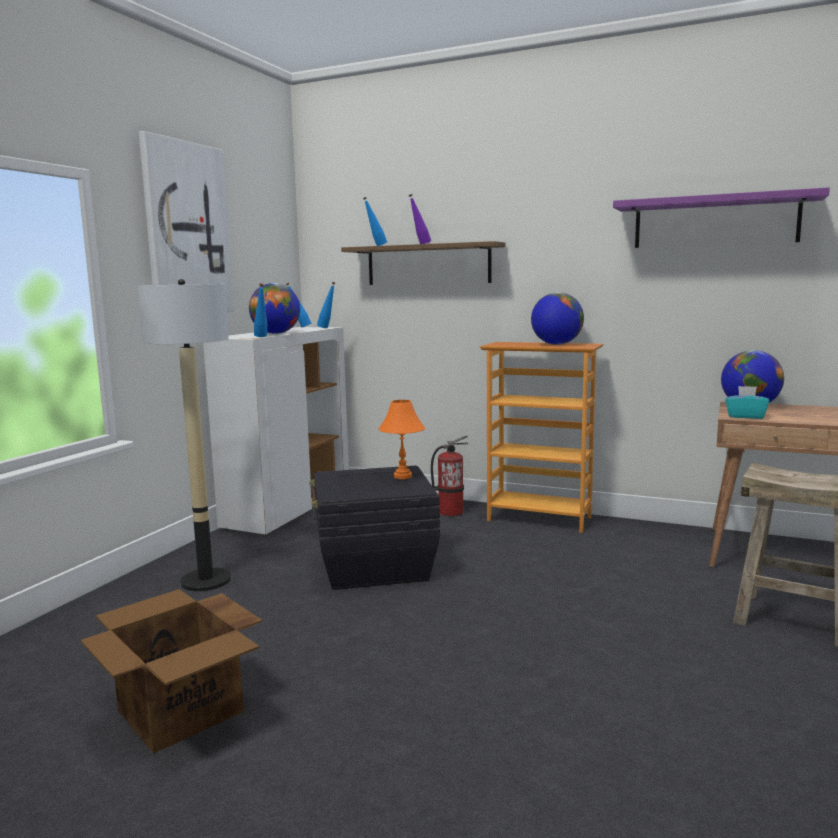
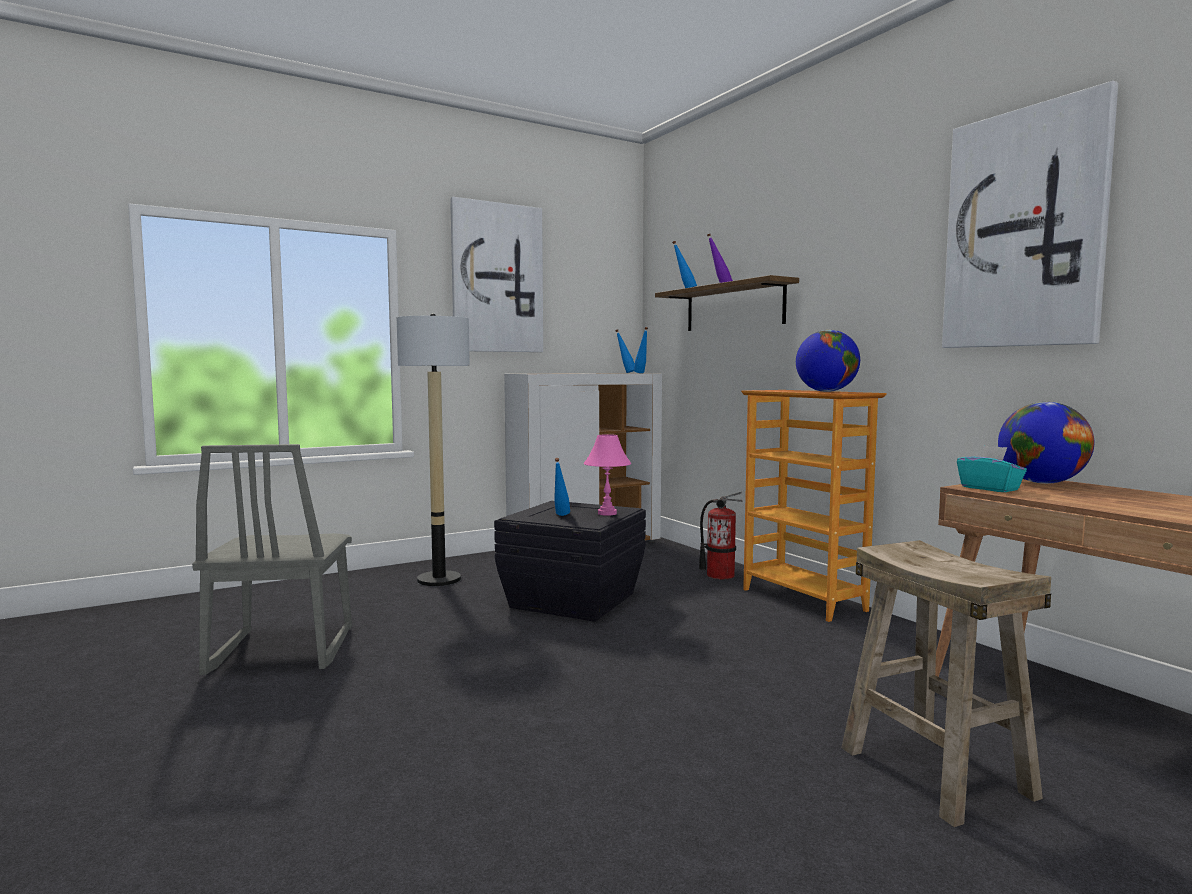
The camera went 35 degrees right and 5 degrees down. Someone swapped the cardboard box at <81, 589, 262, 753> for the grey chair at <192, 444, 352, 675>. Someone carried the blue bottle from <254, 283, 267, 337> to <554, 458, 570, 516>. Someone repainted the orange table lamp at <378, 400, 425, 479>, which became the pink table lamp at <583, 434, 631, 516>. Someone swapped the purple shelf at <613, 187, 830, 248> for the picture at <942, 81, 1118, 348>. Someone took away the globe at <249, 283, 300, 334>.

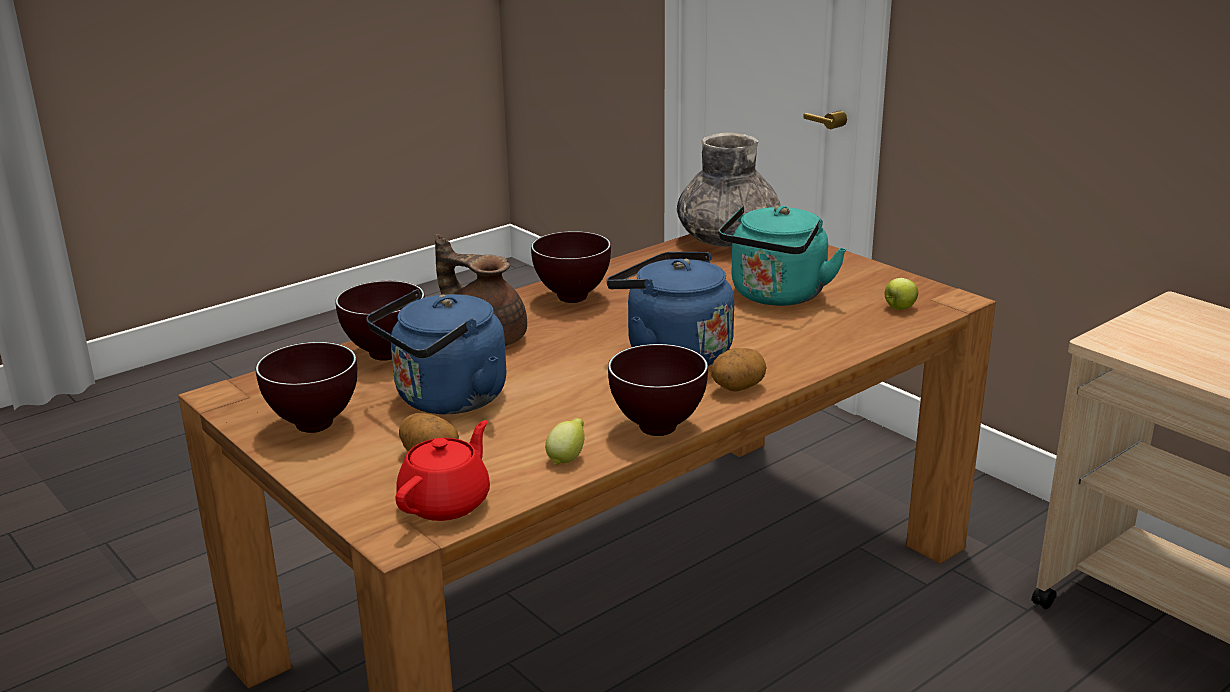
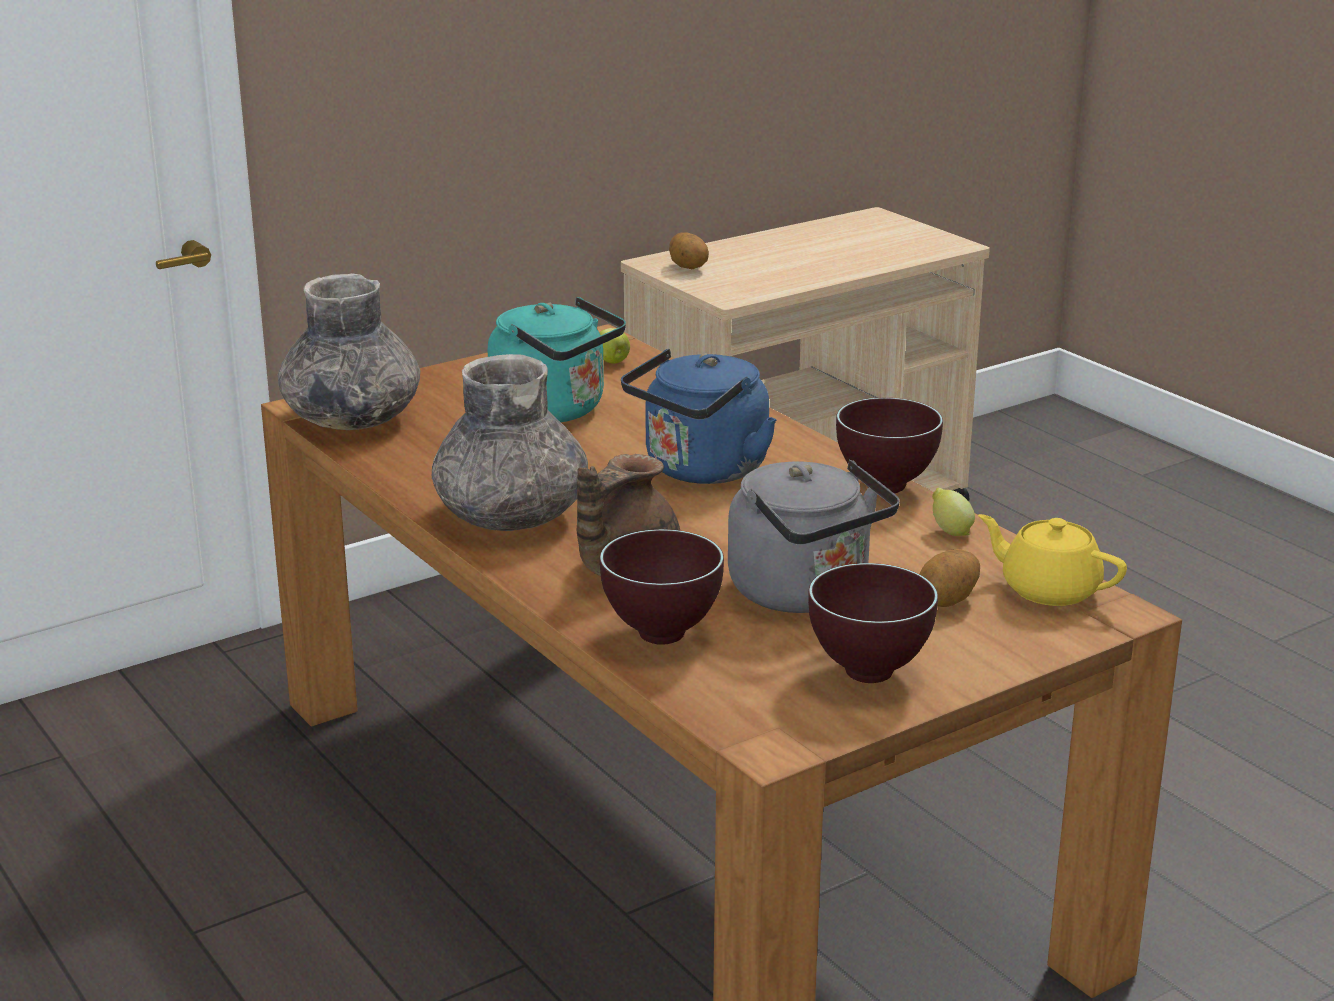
The camera went 85 degrees left and 0 degrees up. Someone swapped the brown bowl at <531, 231, 611, 303> for the grey vase at <432, 354, 588, 531>. Someone carried the potato from <711, 348, 766, 392> to <669, 232, 709, 270>. Someone repainted the blue kettle at <366, 289, 507, 414>, which became the grey kettle at <728, 460, 899, 613>. Someone repainted the red teapot at <395, 420, 490, 521>, which became the yellow teapot at <978, 514, 1127, 606>.

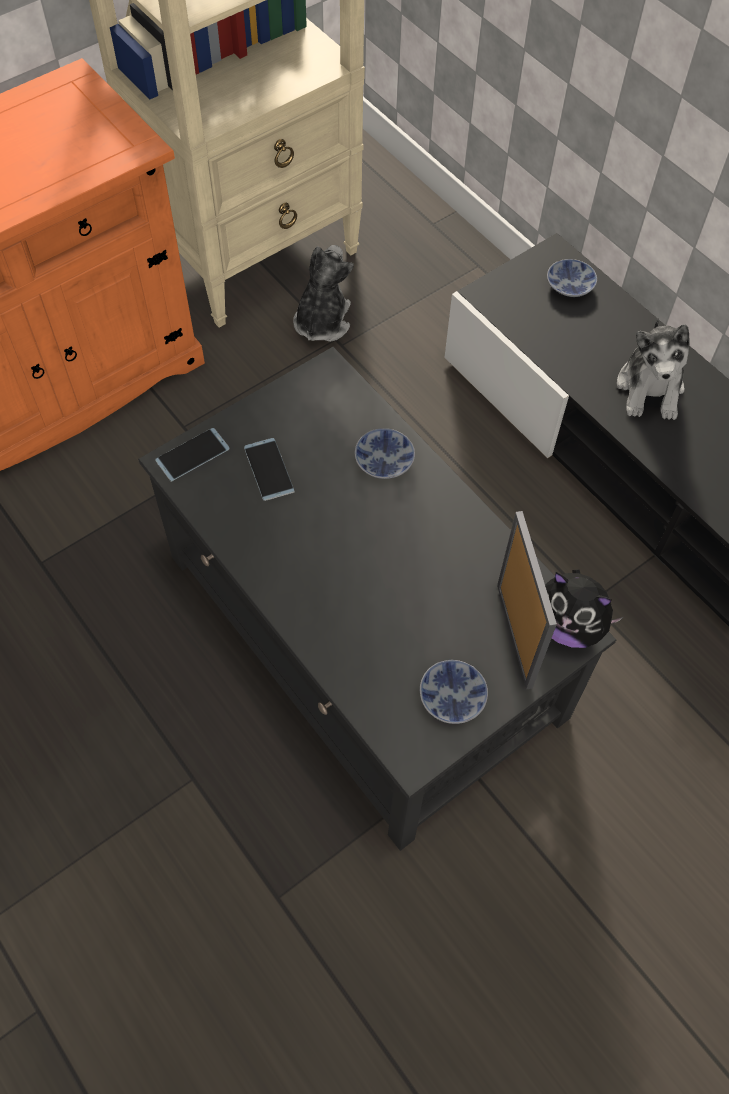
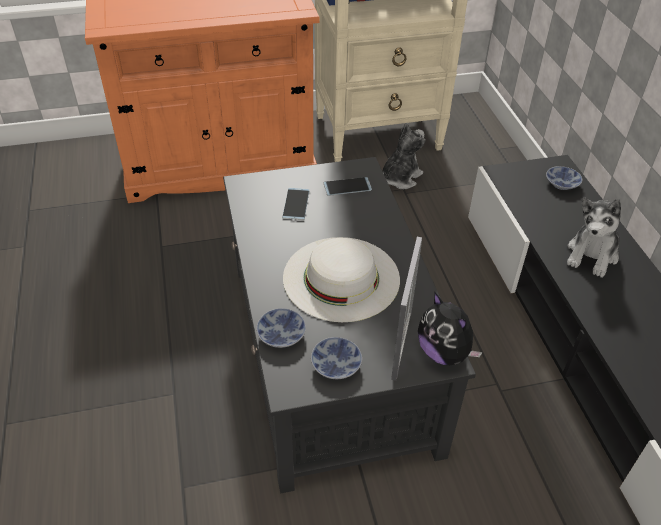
The camera went 25 degrees right and 15 degrees down. Someone carried the bowl from <355, 428, 415, 479> to <256, 308, 306, 348>. Someone put down the white hat at <283, 237, 400, 322>. Someone carried the phone from <155, 428, 230, 482> to <324, 177, 372, 196>.

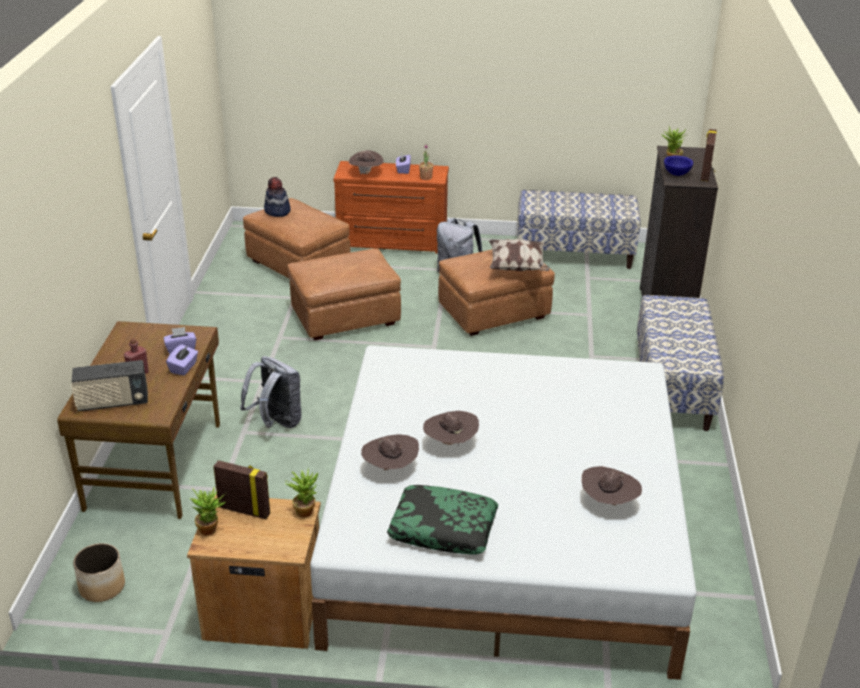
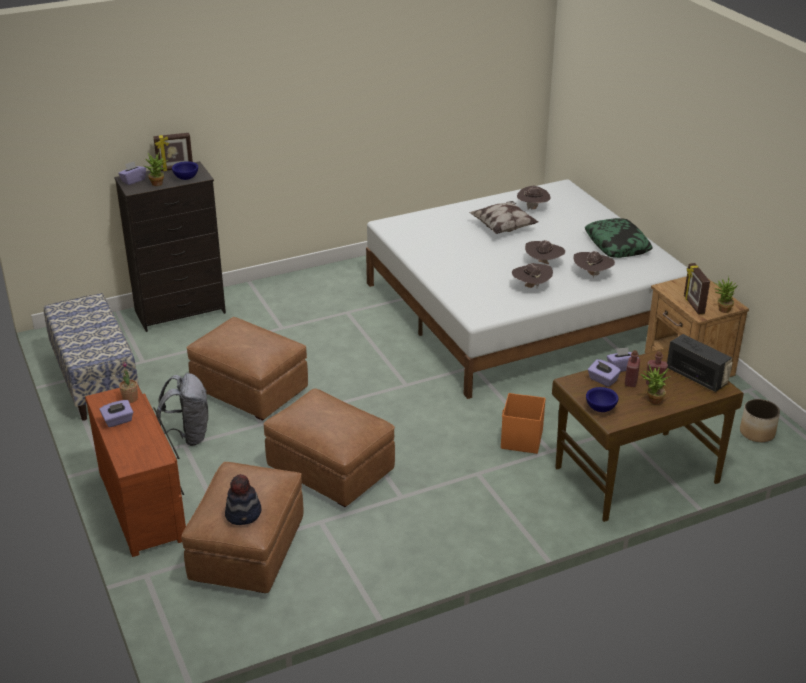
The camera went 120 degrees left and 0 degrees up. Someone put down the purple tissue box at <118, 161, 146, 185>. Someone carried the pillow from <489, 239, 550, 271> to <469, 201, 539, 234>. Someone swapped the grey backpack at <240, 356, 301, 428> for the orange storage box at <501, 393, 546, 454>. Someone carried the brown hat from <349, 150, 383, 175> to <512, 263, 553, 288>. Someone put down the blue bowl at <586, 387, 619, 412>. Someone put down the red bottle at <625, 350, 640, 387>. Someone carried the potted plant from <285, 467, 318, 518> to <641, 364, 669, 404>. Someone took away the bench at <637, 295, 724, 431>.

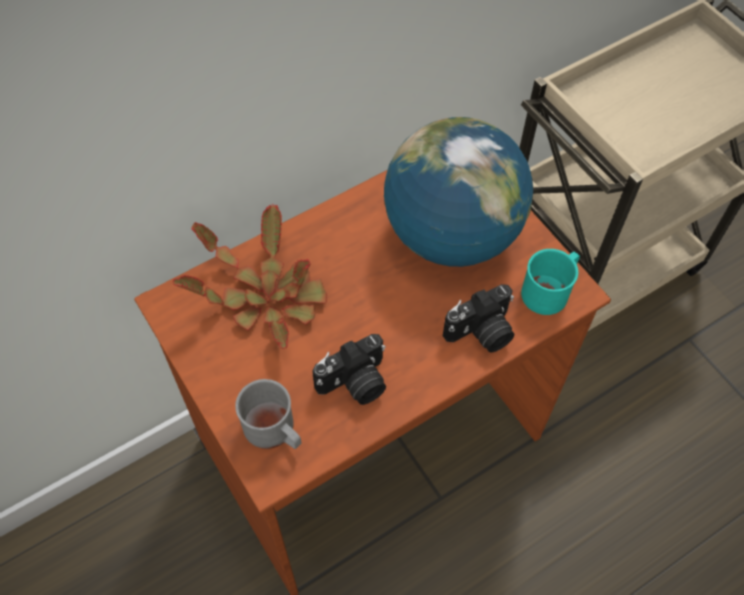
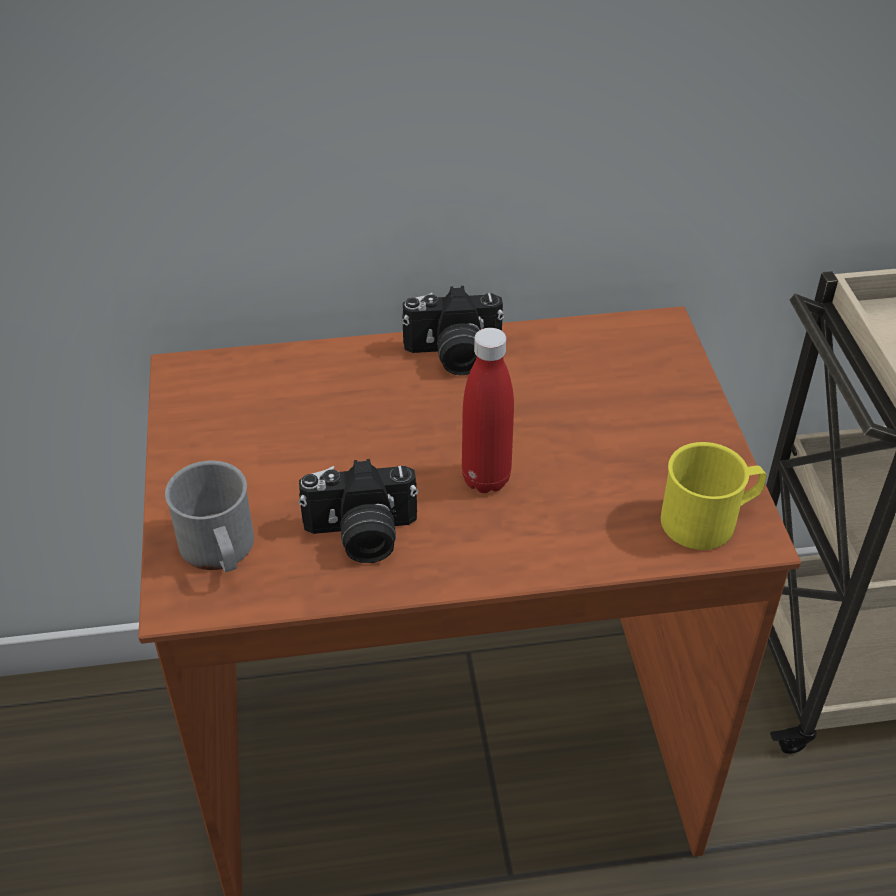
The camera went 25 degrees right and 15 degrees down. Someone carried the photo camera from <443, 284, 514, 352> to <402, 286, 505, 375>. Someone put down the red bottle at <462, 328, 514, 493>. Someone repainted the turquoise mug at <521, 249, 580, 315>, which became the yellow mug at <661, 442, 767, 550>. Someone took away the potted plant at <173, 204, 327, 349>. Someone took away the globe at <384, 117, 533, 267>.

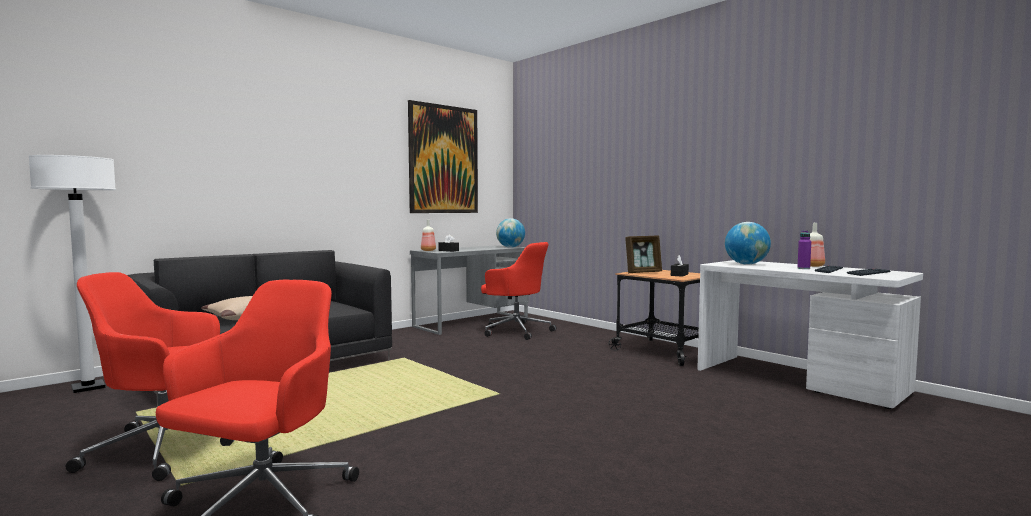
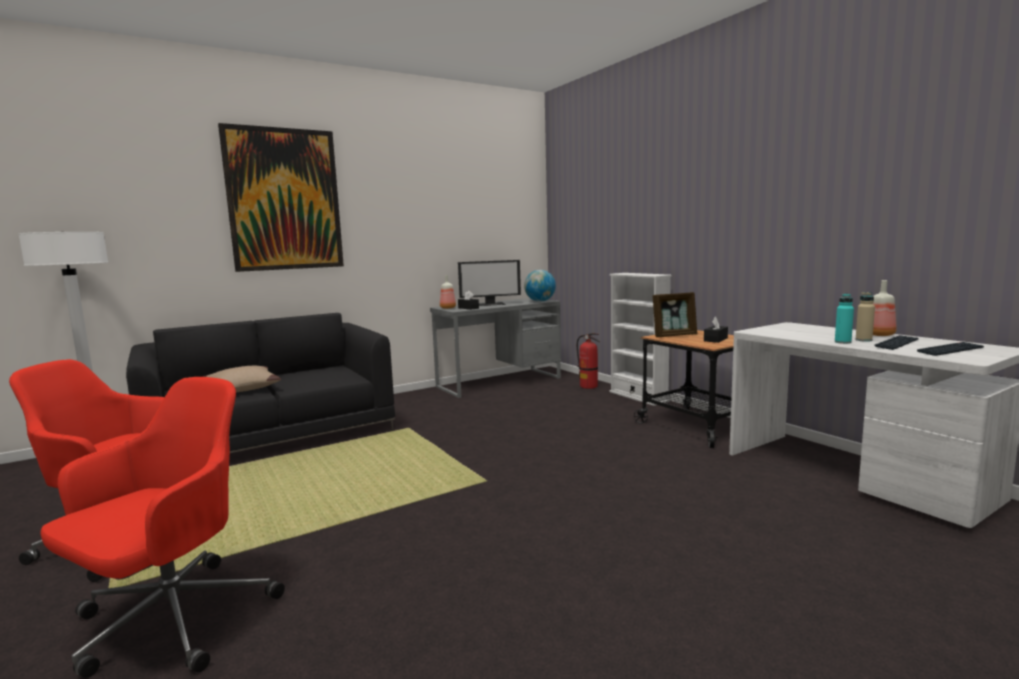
The camera went 10 degrees right and 5 degrees up. Someone carried the picture from <408, 100, 478, 213> to <218, 123, 344, 272>. Someone put down the monitor at <458, 260, 521, 306>. Someone put down the fire extinguisher at <577, 333, 600, 389>. Someone put down the white bookcase at <609, 273, 672, 406>. Someone put down the turquoise bottle at <835, 294, 854, 344>. Someone repainted the purple bottle at <797, 230, 811, 269>, which became the beige bottle at <855, 292, 875, 342>. Someone took away the red office chair at <481, 242, 557, 340>. Someone took away the globe at <725, 222, 771, 265>.

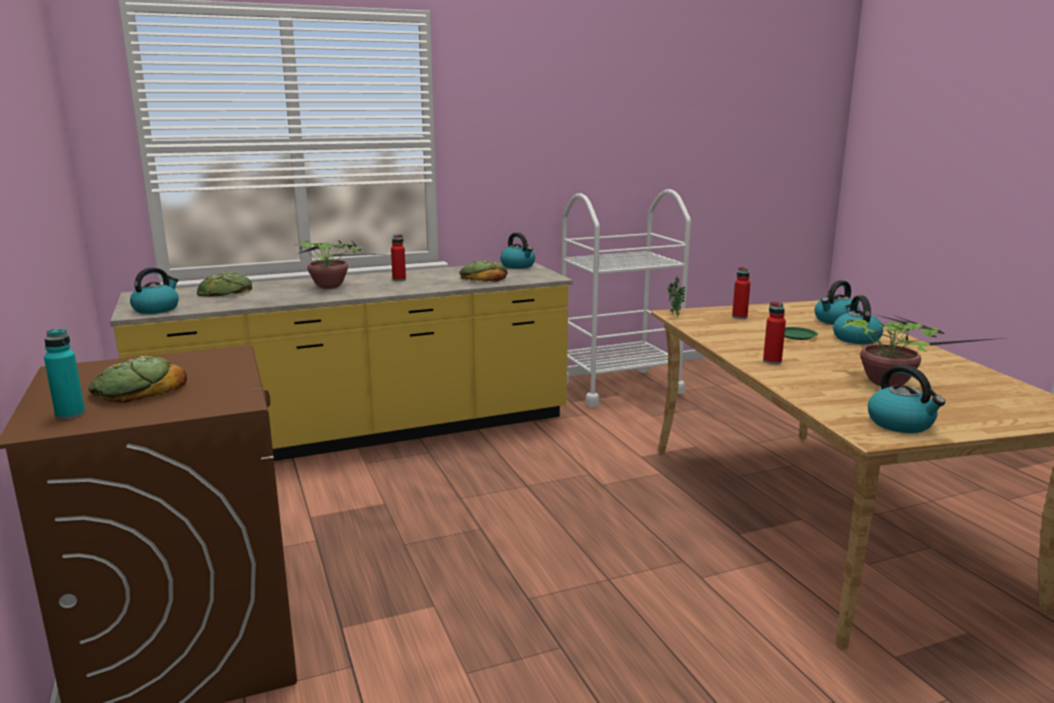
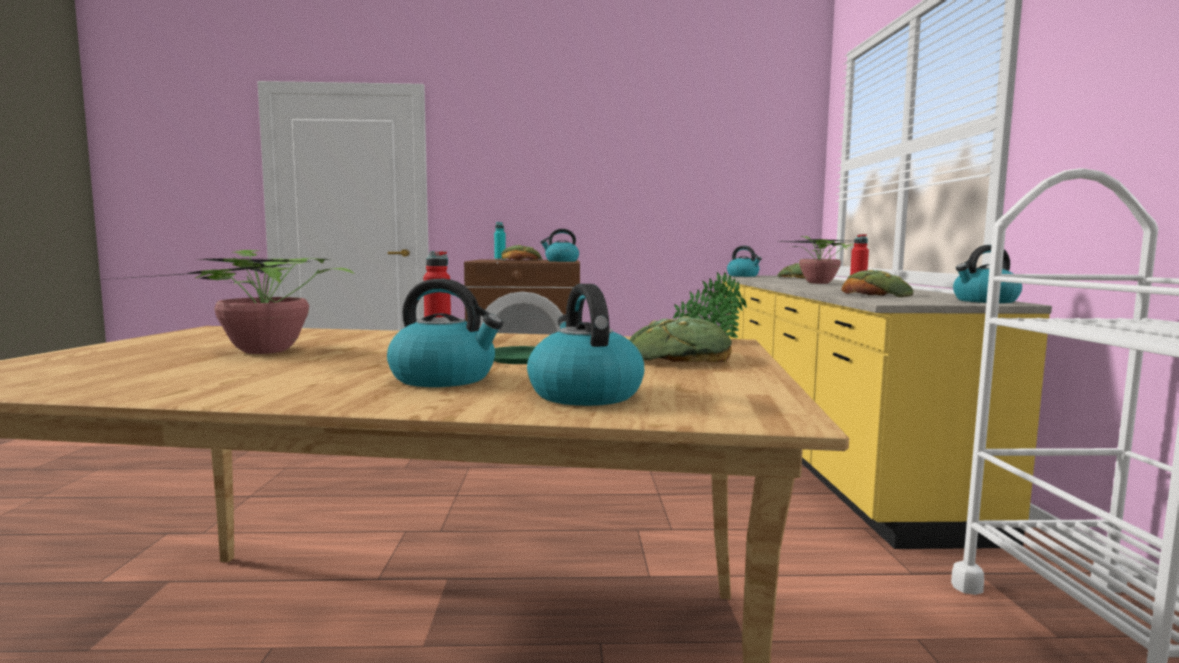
The camera went 110 degrees right and 10 degrees down. Someone carried the kettle from <868, 365, 945, 433> to <540, 229, 579, 262>. Someone swapped the red bottle at <732, 267, 750, 319> for the bread at <629, 316, 732, 362>.

